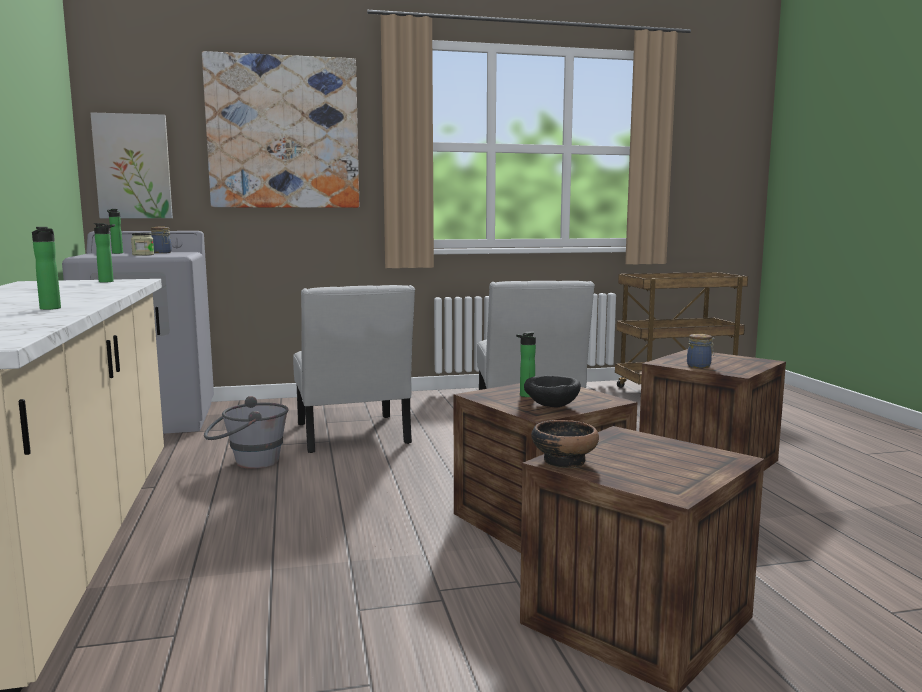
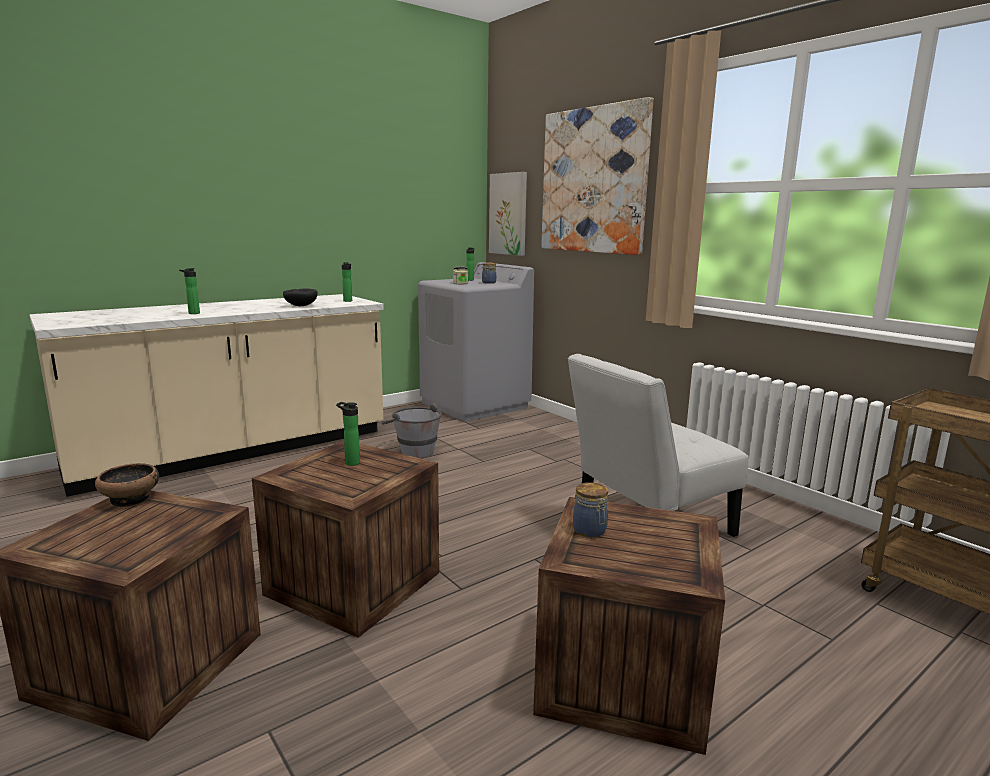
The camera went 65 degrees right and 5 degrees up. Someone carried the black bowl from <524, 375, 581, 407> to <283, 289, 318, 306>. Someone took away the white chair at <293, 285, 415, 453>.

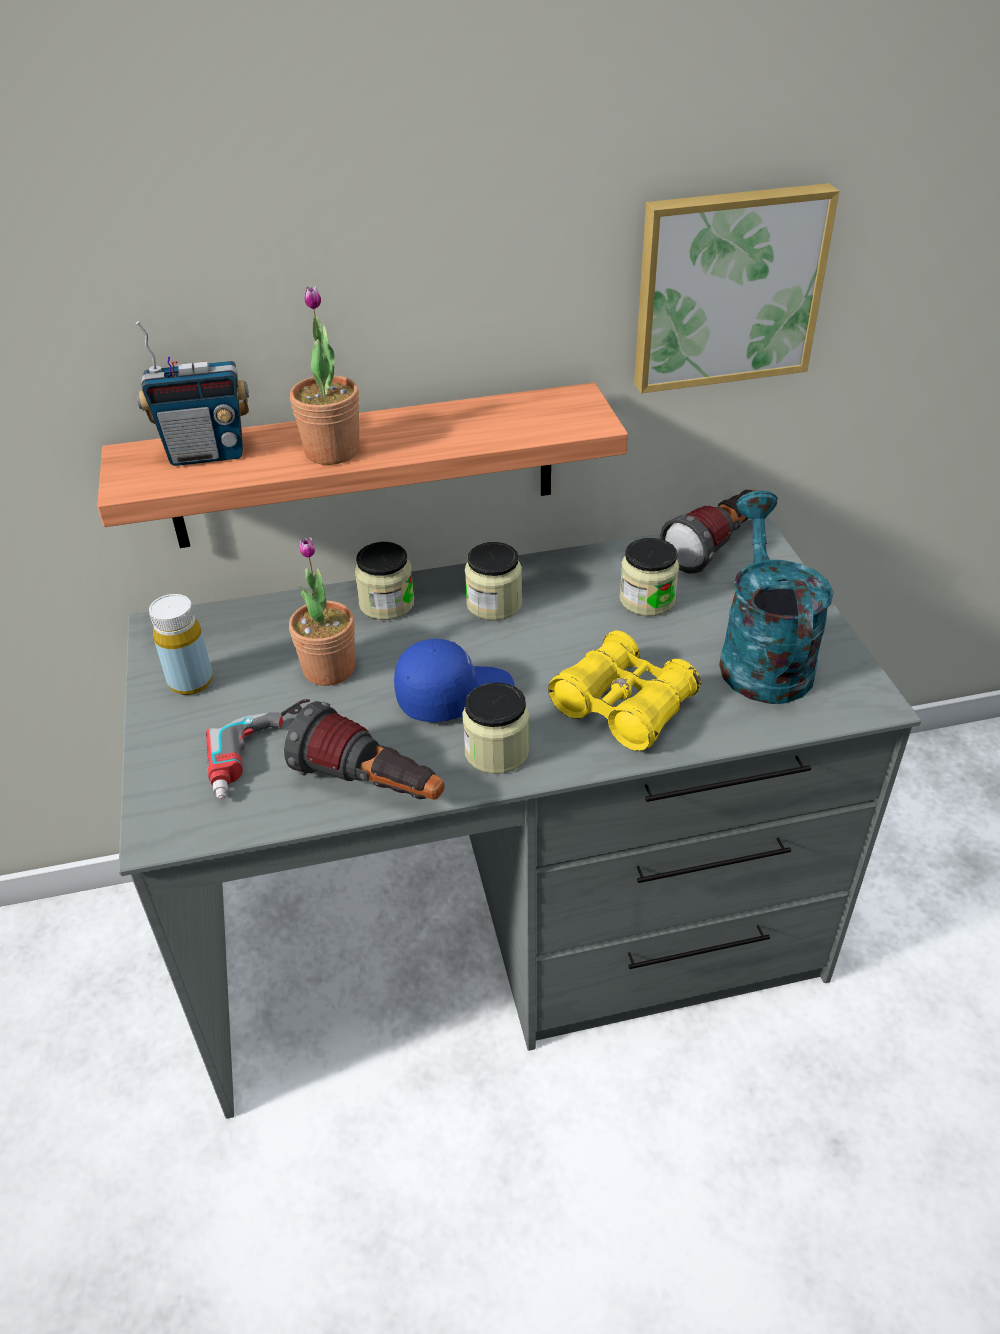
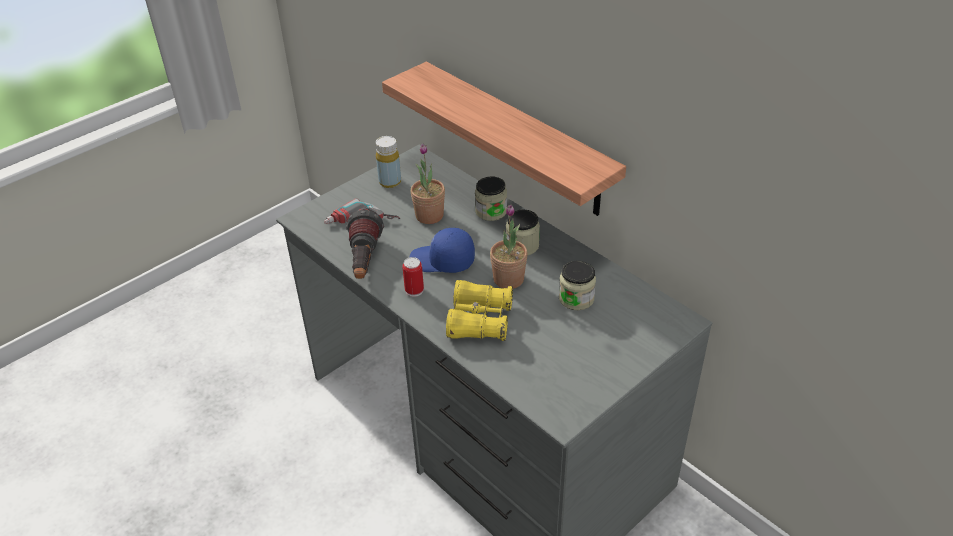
The camera went 60 degrees right and 0 degrees up. Someone swapped the jar at <462, 682, 529, 774> for the can at <402, 257, 424, 297>. Someone rotated the blue cap at <394, 639, 515, 722> by 150 degrees clockwise. Someone carried the potted plant from <290, 286, 360, 465> to <490, 204, 528, 289>. Someone took away the radio at <136, 321, 249, 466>. Someone took away the picture at <634, 183, 839, 393>. Someone took away the flashlight at <660, 489, 758, 573>. Someone took away the turquoise watering can at <719, 490, 833, 704>.

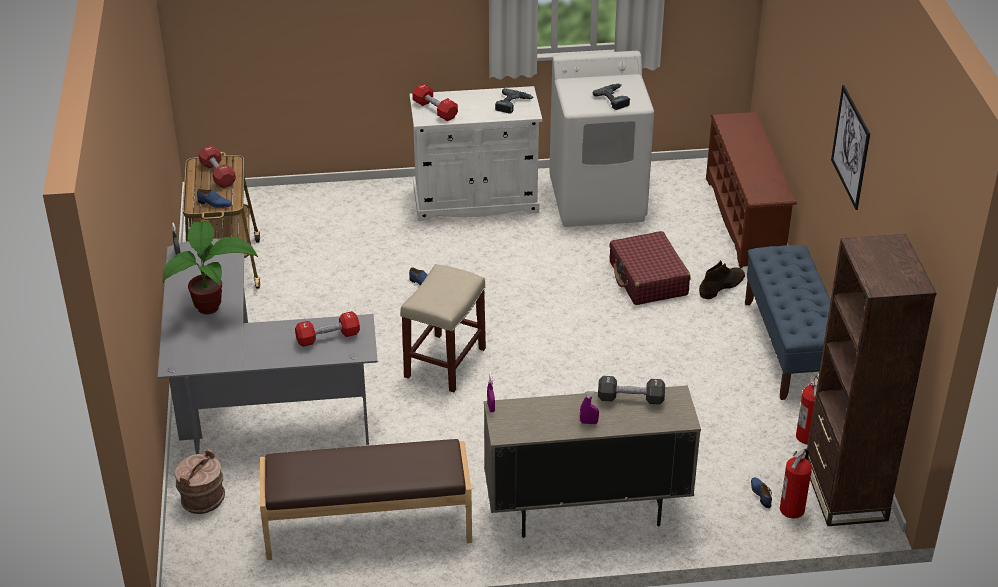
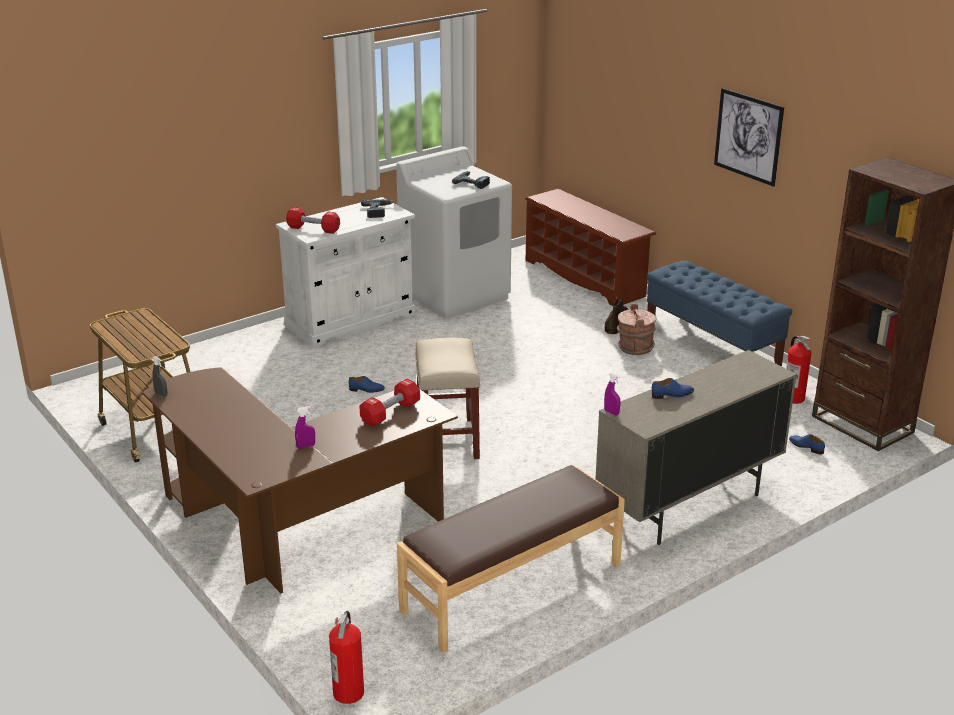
The camera went 30 degrees left and 10 degrees down. Someone repainted the grey desk at <158, 238, 378, 454>, which became the brown desk at <142, 367, 458, 593>. Someone carried the purple spray bottle from <580, 390, 599, 424> to <295, 406, 315, 449>. Someone carried the fire extinguisher from <780, 449, 812, 518> to <329, 611, 364, 704>. Someone carried the brown bucket from <174, 449, 225, 514> to <617, 303, 656, 355>. Someone carried the blue shoe from <197, 189, 232, 208> to <652, 378, 694, 399>. Someone took away the potted plant at <163, 221, 258, 315>. Someone took away the red dumbbell at <199, 145, 236, 188>. Someone took away the black dumbbell at <598, 376, 665, 405>. Someone took away the red suitcase at <609, 231, 690, 305>.

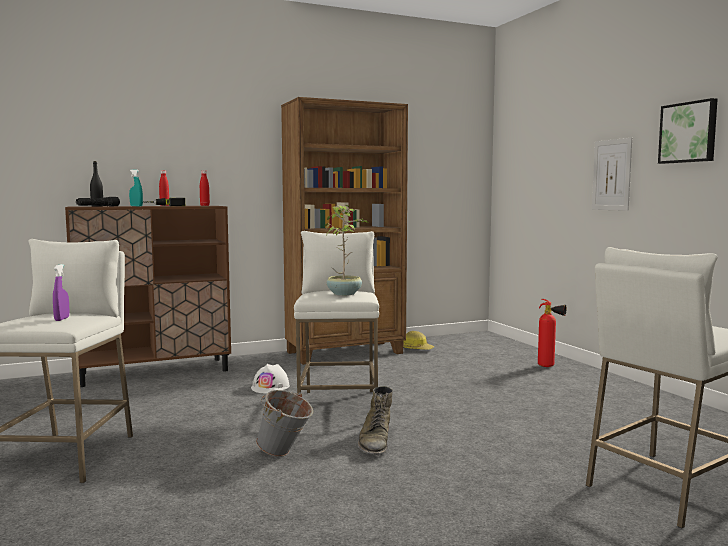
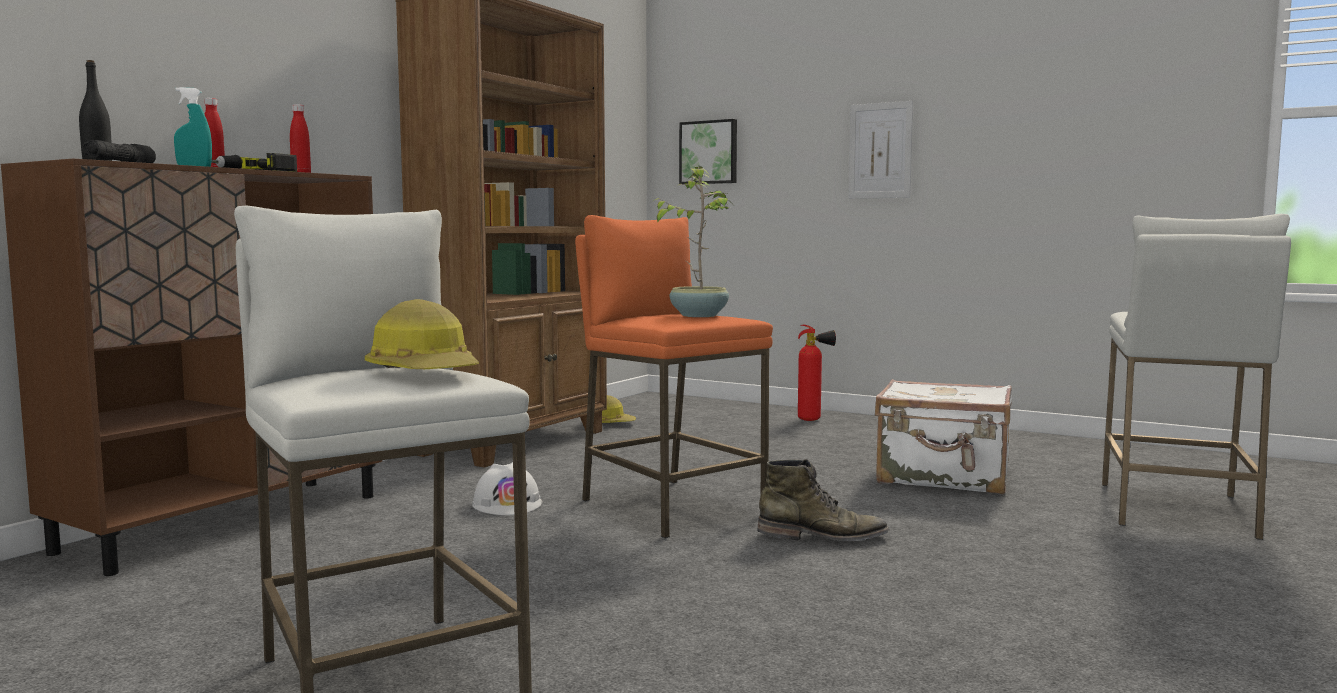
The camera went 35 degrees left and 0 degrees up. Someone swapped the purple spray bottle at <53, 264, 69, 321> for the hard hat at <365, 299, 479, 369>. Someone repainted the white stool at <294, 231, 379, 394>, which became the orange stool at <575, 215, 773, 538>. Someone carried the picture from <658, 98, 718, 164> to <679, 119, 737, 184>. Someone rotated the green boot at <358, 386, 393, 456> by 60 degrees counterclockwise. Someone put down the white suitcase at <875, 379, 1012, 494>. Someone took away the grey bucket at <256, 390, 313, 457>.

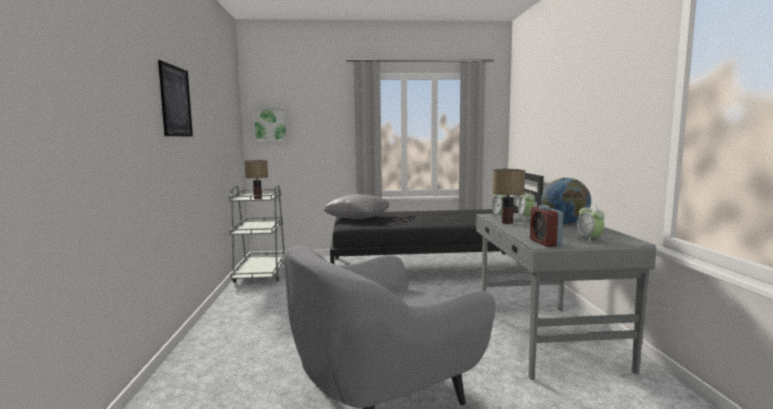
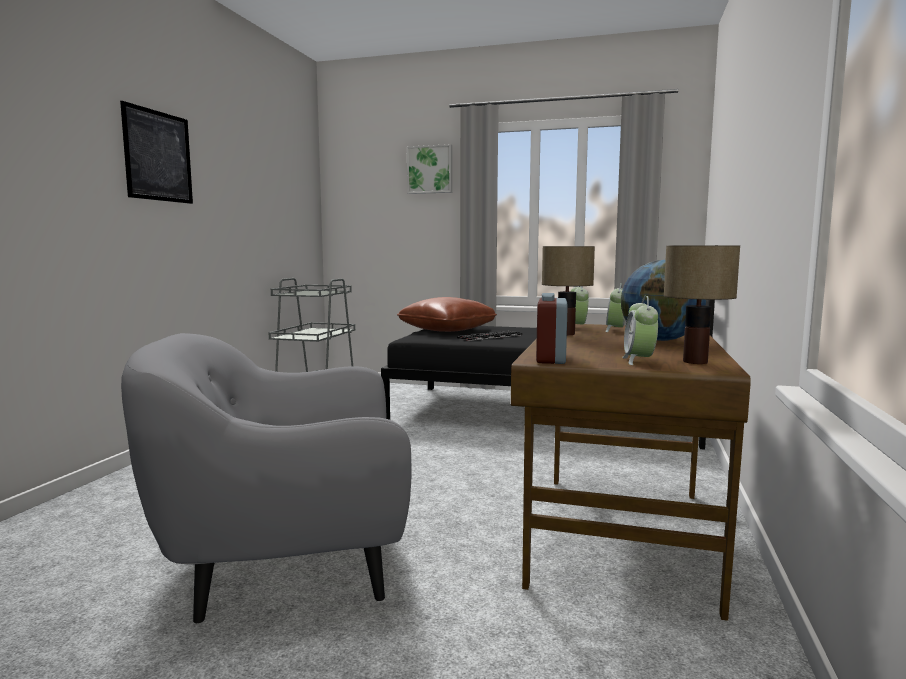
The camera went 20 degrees right and 0 degrees up. Someone repainted the grey pillow at <323, 194, 390, 219>, which became the brown pillow at <397, 297, 497, 332>. Someone carried the picture from <252, 108, 288, 141> to <407, 144, 452, 194>. Someone repainted the grey desk at <476, 213, 657, 380>, which became the brown desk at <511, 324, 751, 621>. Someone carried the table lamp from <244, 160, 268, 199> to <664, 245, 740, 364>.

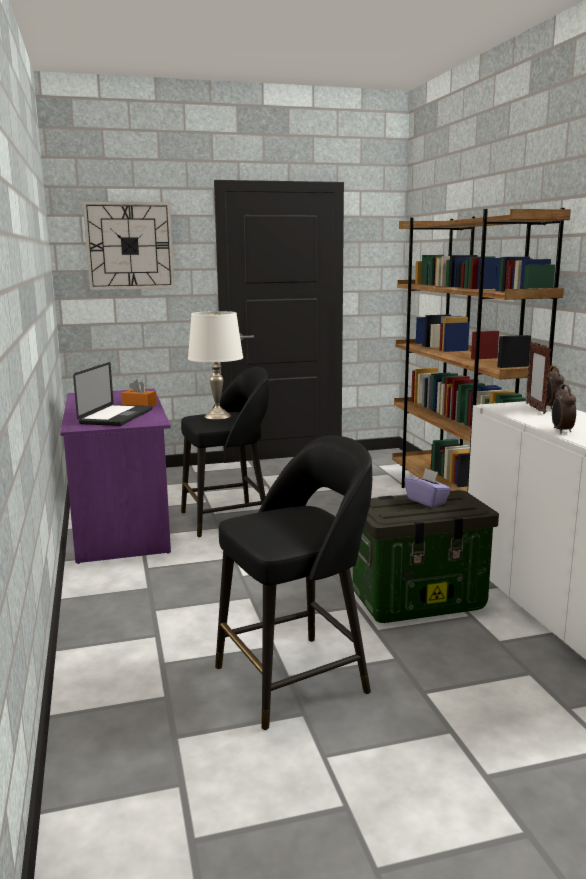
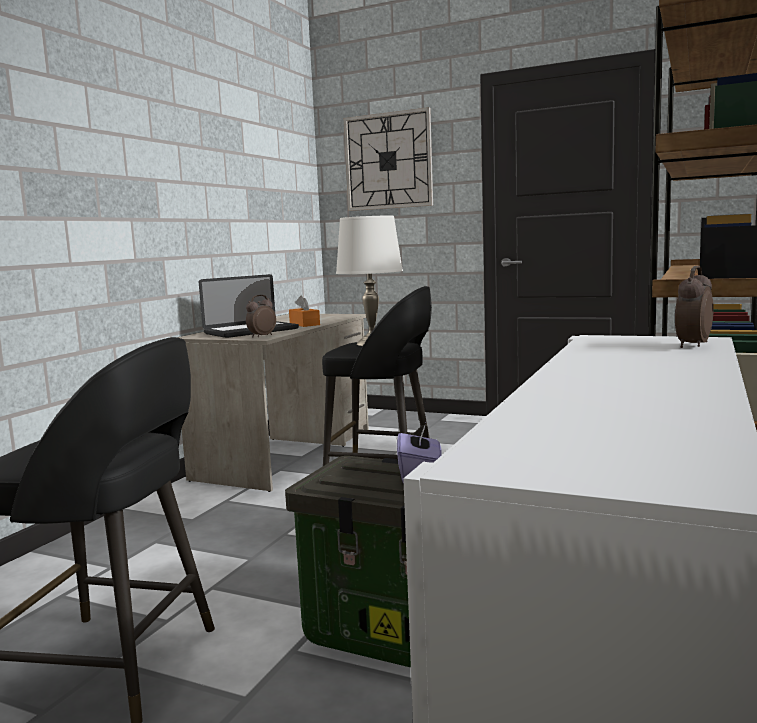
The camera went 40 degrees right and 5 degrees down. Someone repainted the purple desk at <60, 389, 171, 564>, which became the beige desk at <178, 314, 369, 492>. Someone carried the alarm clock from <552, 384, 576, 433> to <246, 295, 276, 338>. Someone took away the picture frame at <526, 341, 552, 414>.

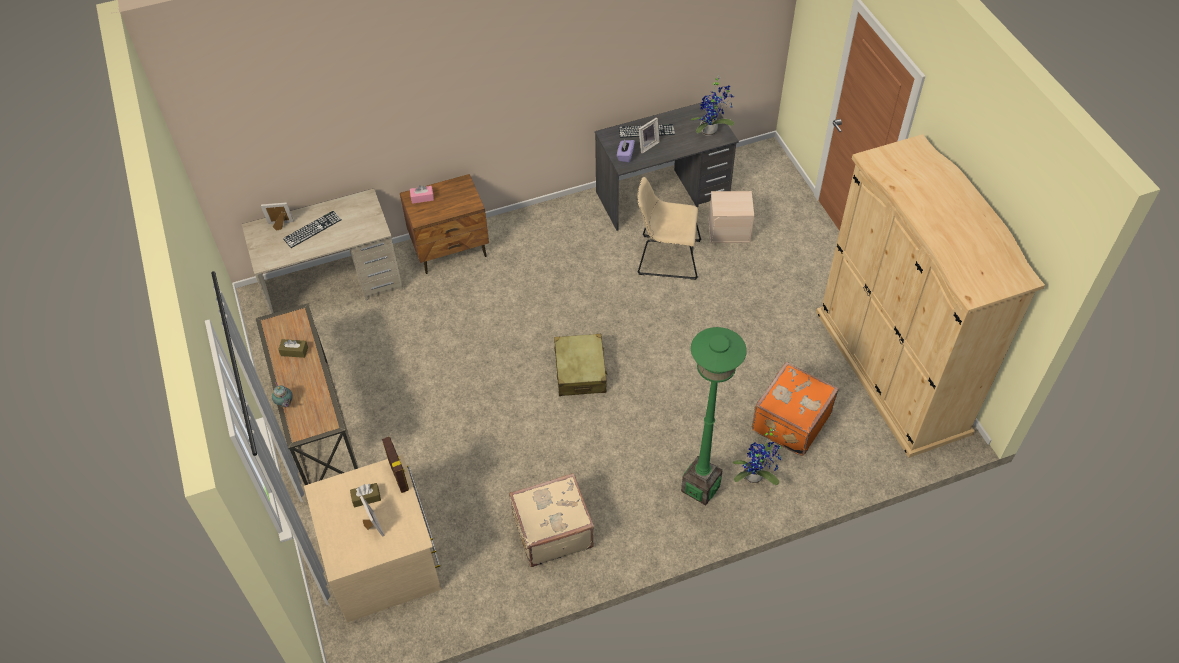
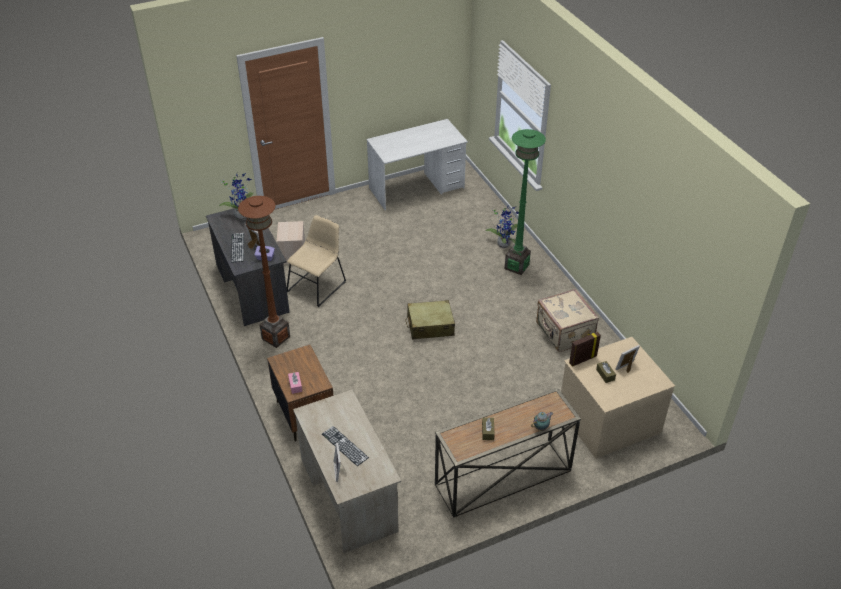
The camera went 95 degrees left and 10 degrees down. Someone put down the brown floor lamp at <238, 196, 290, 348>. Someone rotated the beige chair at <638, 177, 701, 280> by 150 degrees counterclockwise. Someone swapped the beige wardrobe at <816, 134, 1045, 458> for the white desk at <366, 119, 468, 210>. Someone took away the orange suitcase at <752, 362, 839, 456>.

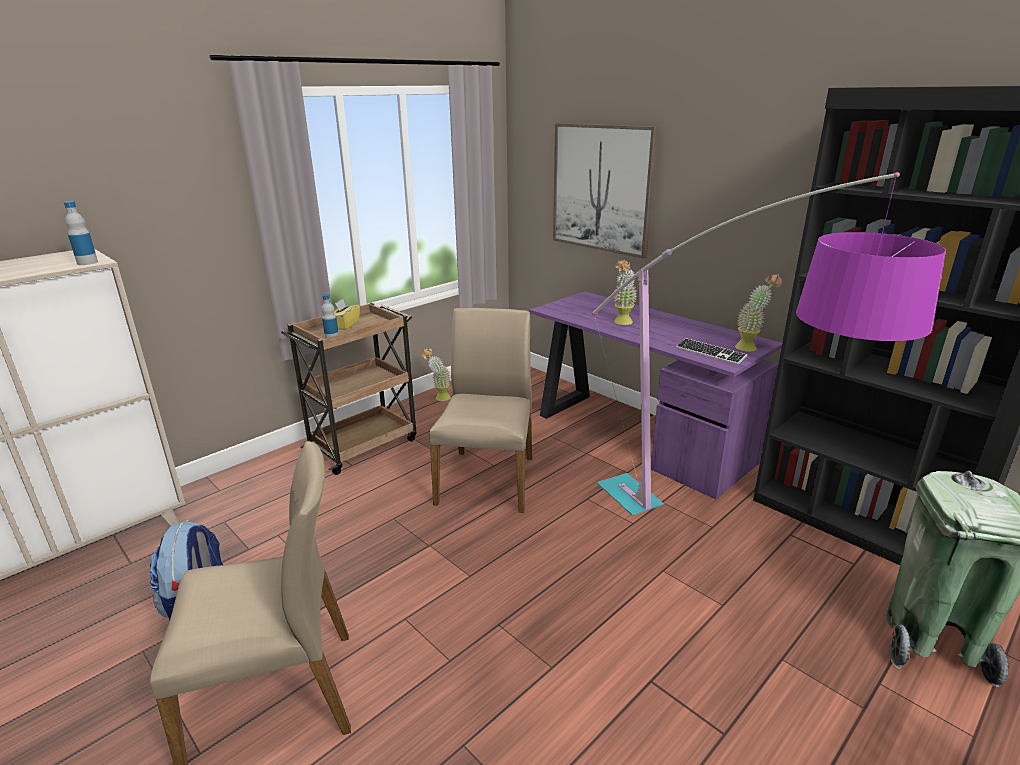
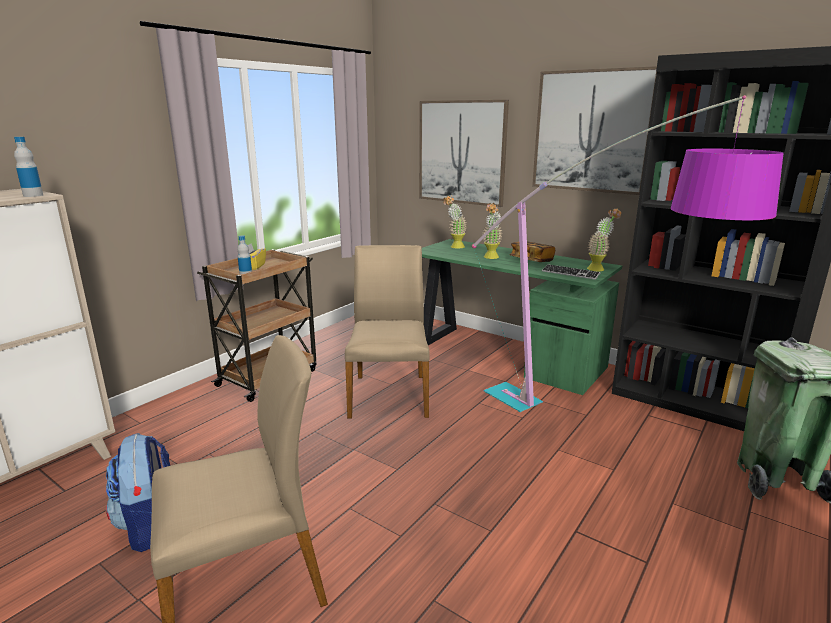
The camera went 10 degrees left and 5 degrees down. Someone repainted the purple desk at <529, 291, 782, 499>, which became the green desk at <422, 239, 622, 395>. Someone carried the potted plant from <422, 348, 451, 401> to <443, 195, 467, 249>. Someone put down the book at <509, 241, 555, 262>. Someone put up the picture at <532, 66, 657, 195>.

